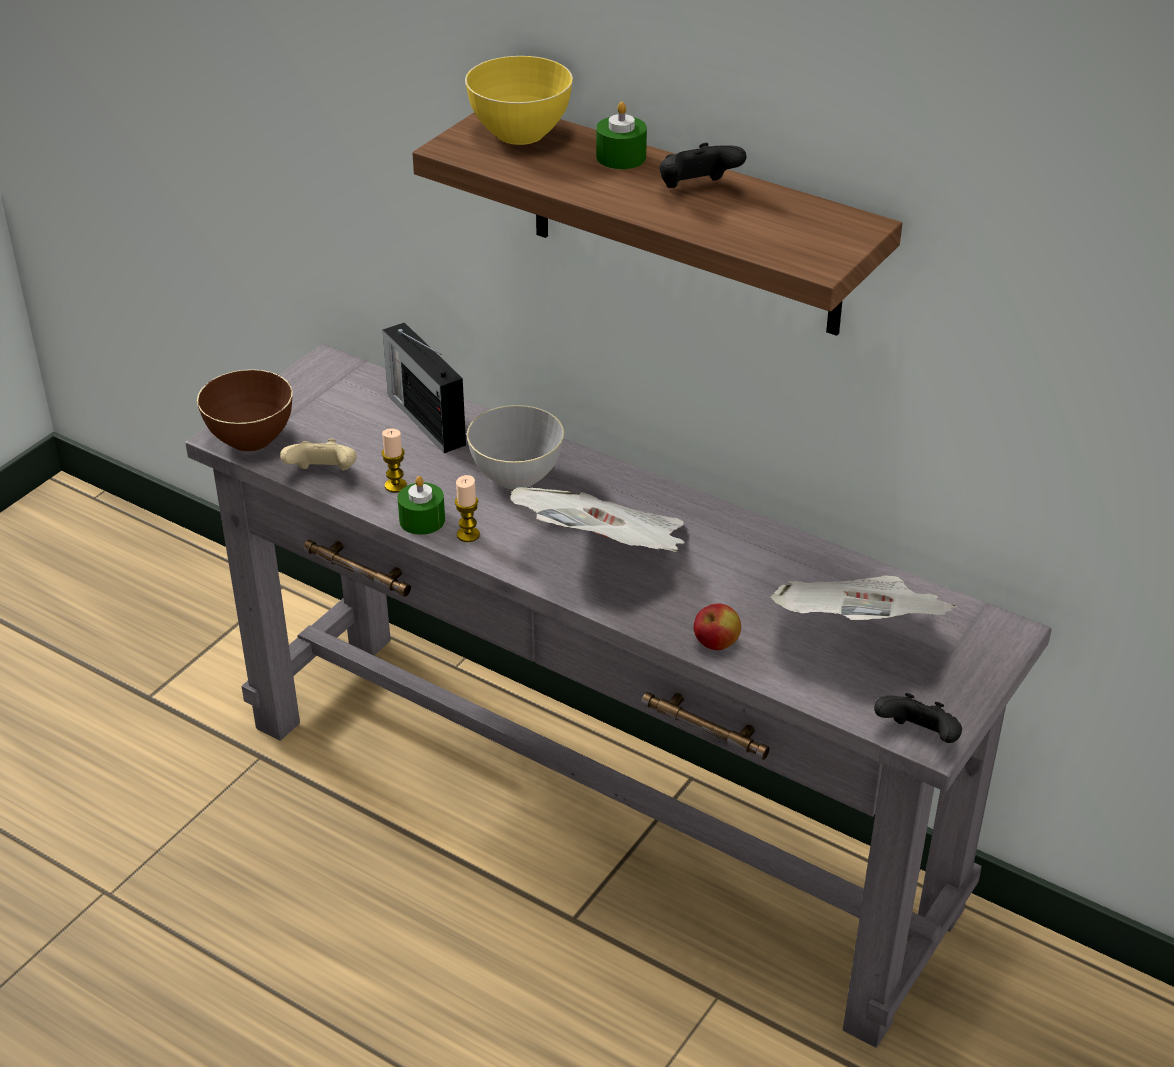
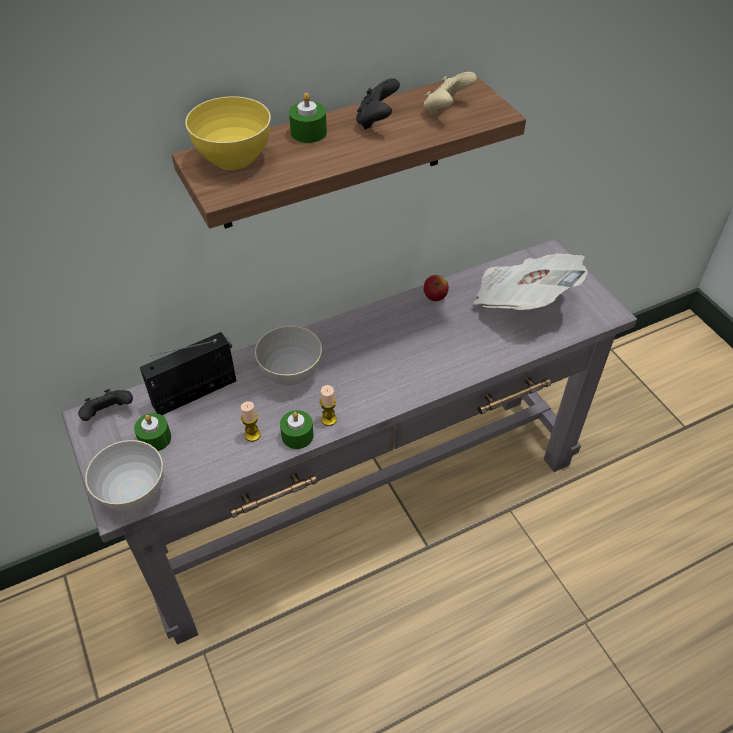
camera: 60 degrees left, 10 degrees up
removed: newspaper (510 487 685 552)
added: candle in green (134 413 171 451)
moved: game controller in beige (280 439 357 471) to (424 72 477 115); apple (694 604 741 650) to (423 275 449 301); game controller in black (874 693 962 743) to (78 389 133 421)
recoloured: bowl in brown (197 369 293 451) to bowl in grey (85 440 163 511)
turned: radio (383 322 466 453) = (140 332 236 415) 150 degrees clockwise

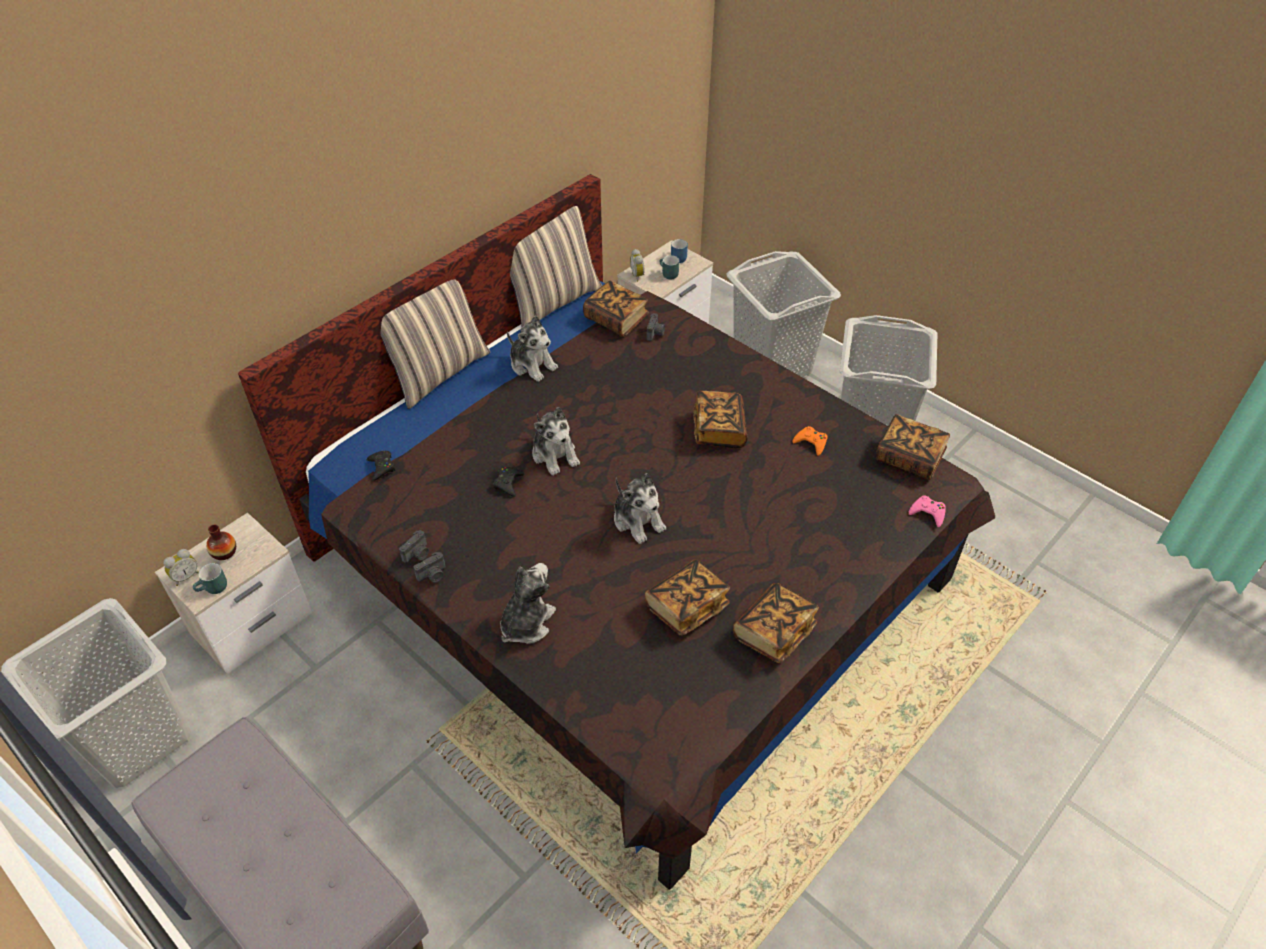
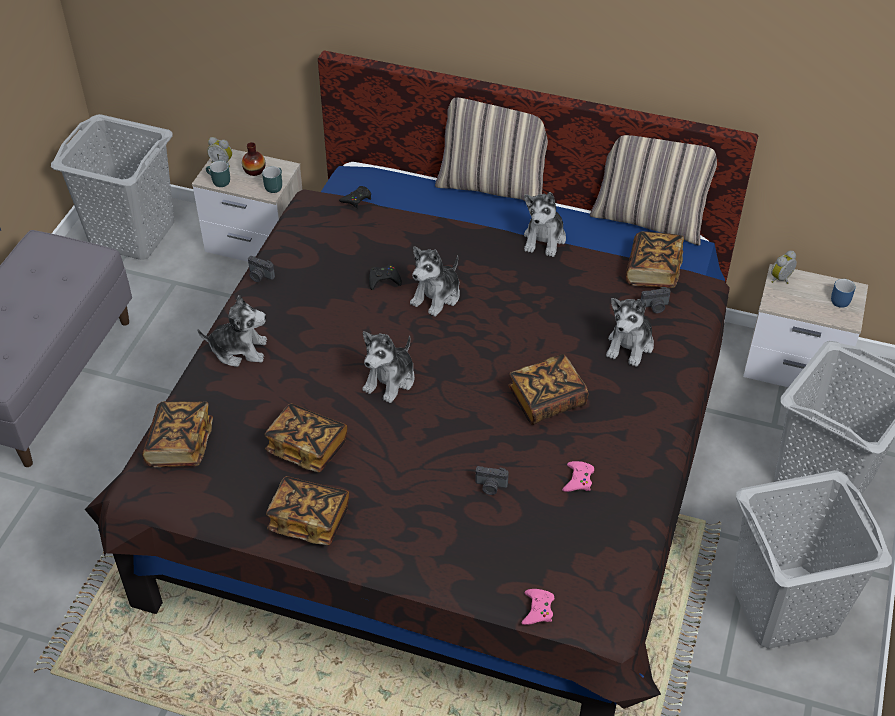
camera: 65 degrees right, 0 degrees up
added: plush toy (606 298 654 367)
moved: mug in turquoise (660 255 679 280) to (262 166 282 193); book (876 414 950 480) to (142 401 213 467); photo camera (399 530 429 563) to (475 466 509 495)
recoloured: game controller in orange (793 426 827 456) to game controller in pink (562 461 594 492)

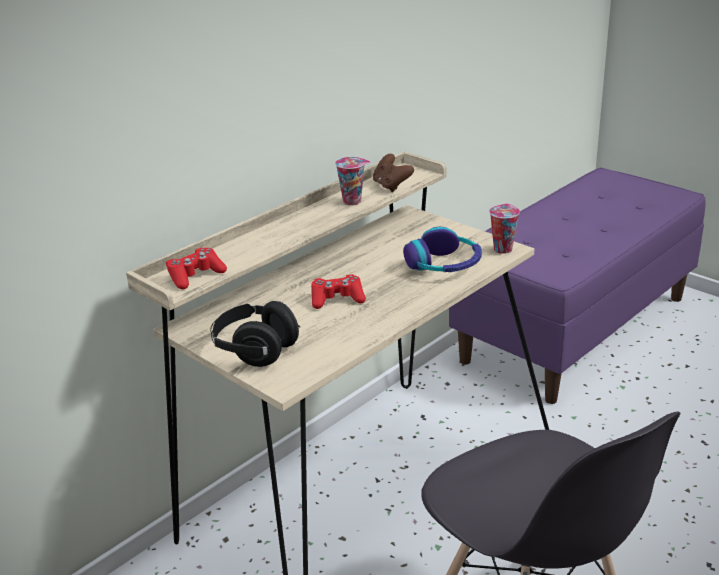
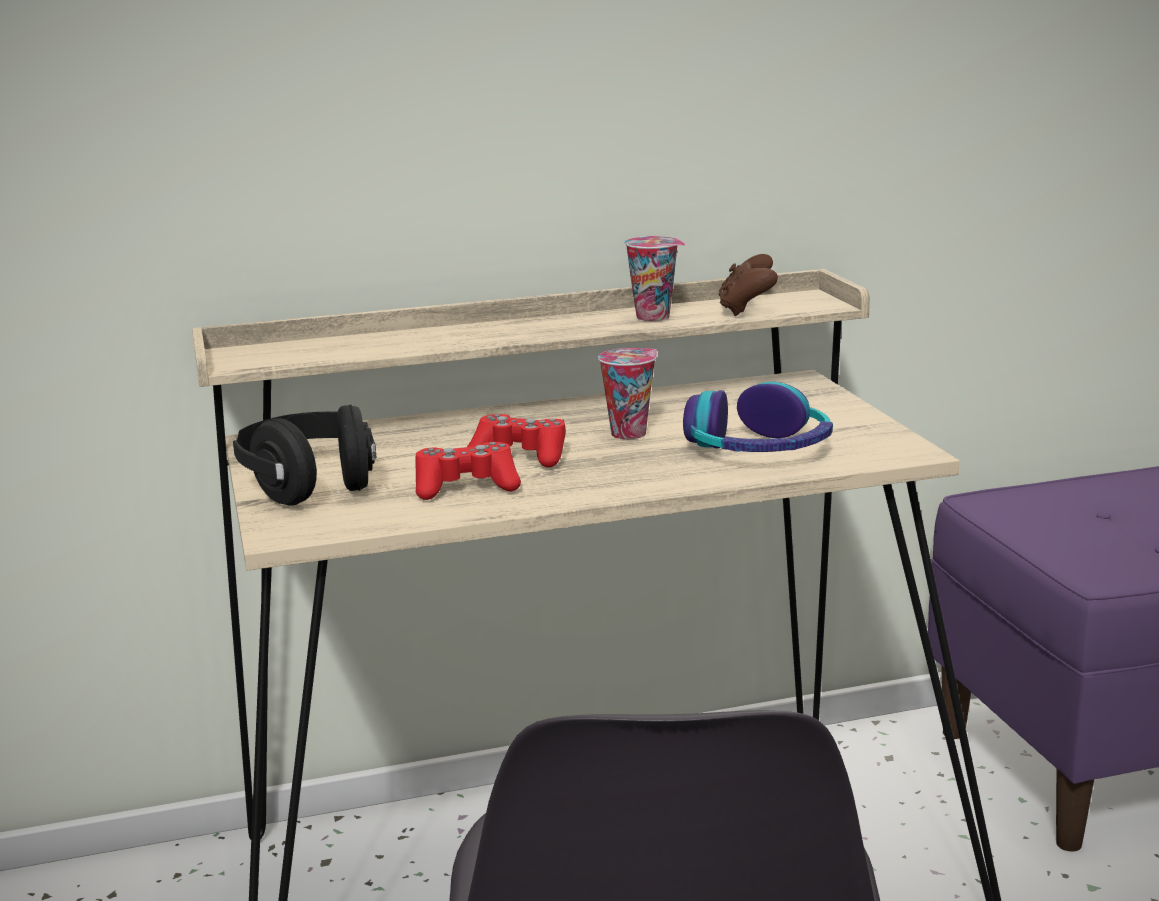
camera: 30 degrees right, 10 degrees down
moved: cup (489 203 520 254) to (598 348 657 439); game controller in red (166 248 227 289) to (415 442 521 500)

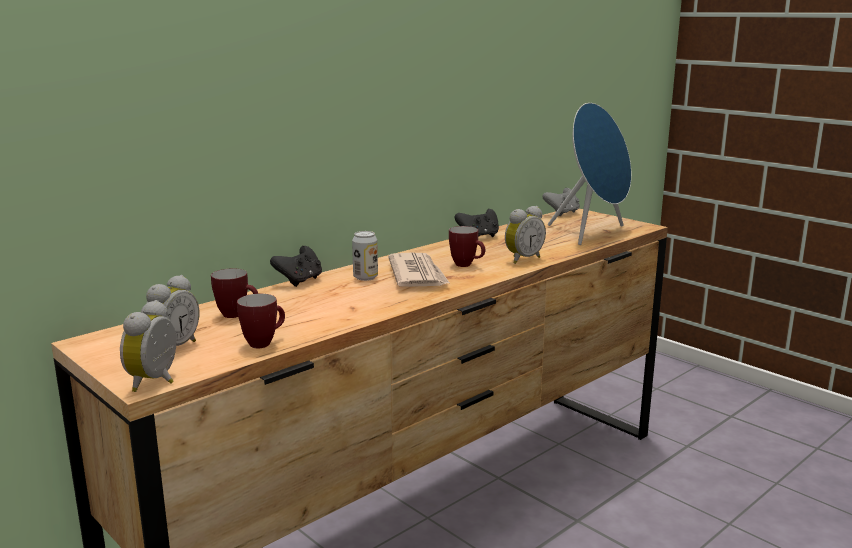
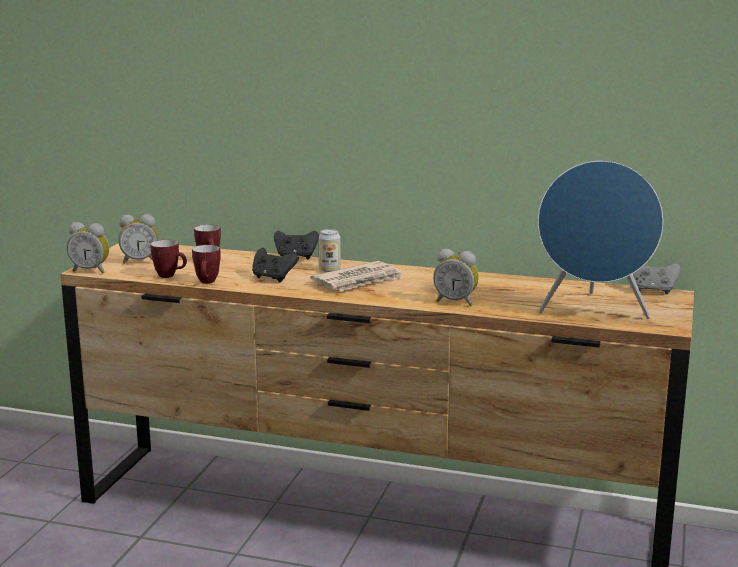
camera: 60 degrees right, 0 degrees up
moved: game controller in black (455 209 499 237) to (252 248 299 282); mug (449 226 485 267) to (192 245 221 284)
turned: alarm clock (120 300 176 392) = (67 222 109 274) 150 degrees counterclockwise

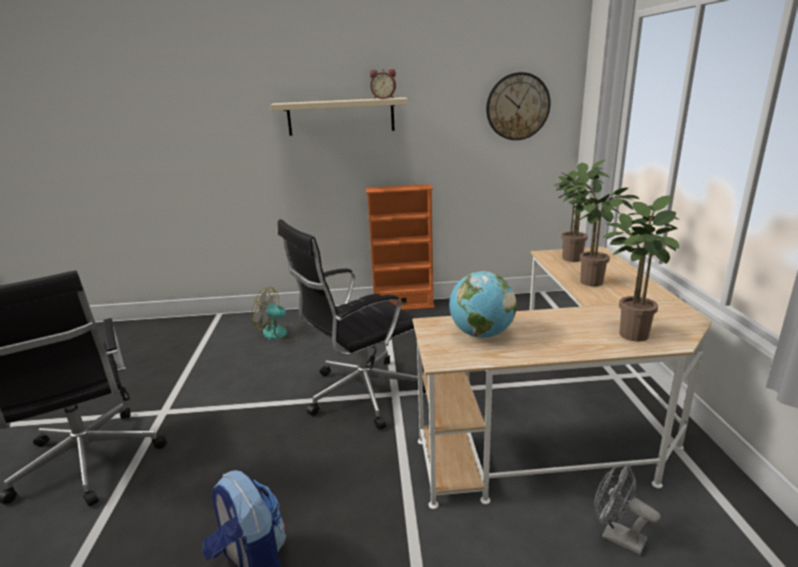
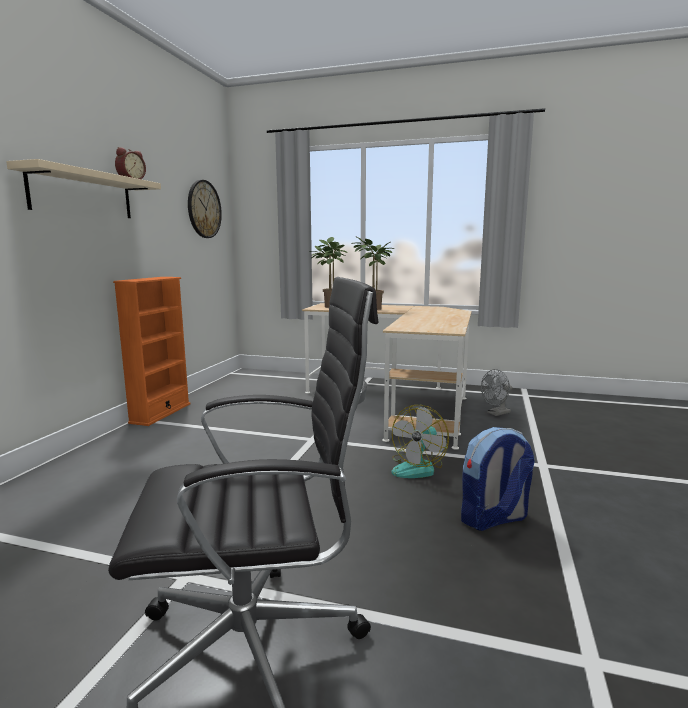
camera: 70 degrees left, 10 degrees down
removed: potted plant (603 195 680 342); office chair in black (278 219 426 429); globe (449 271 517 338)
moved: fan (251 287 304 341) to (392 405 449 478)

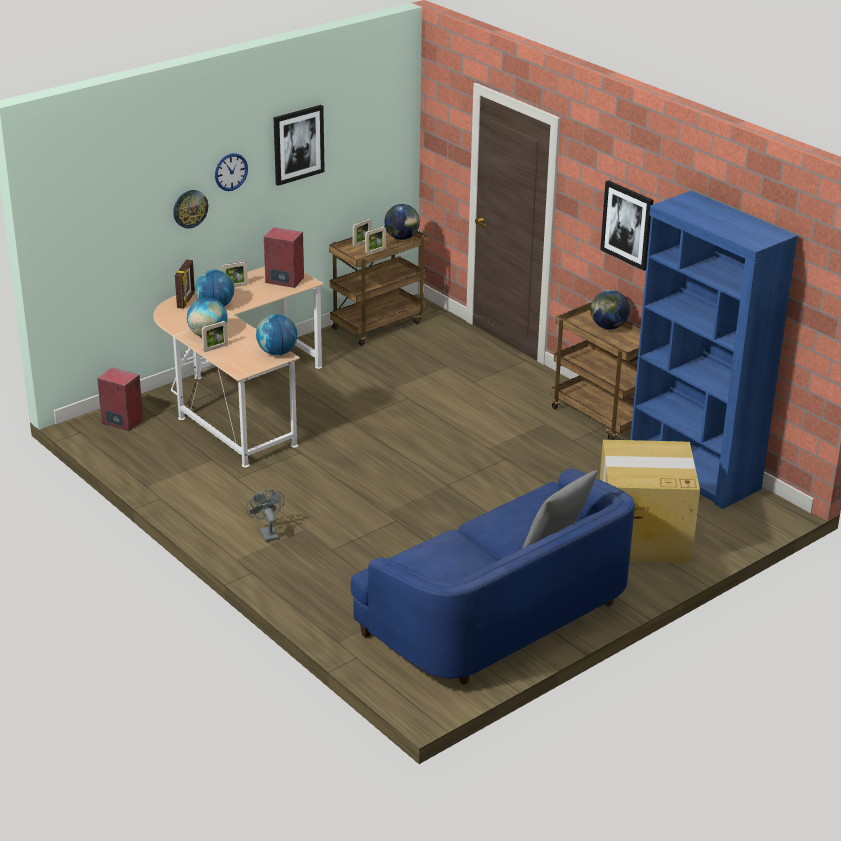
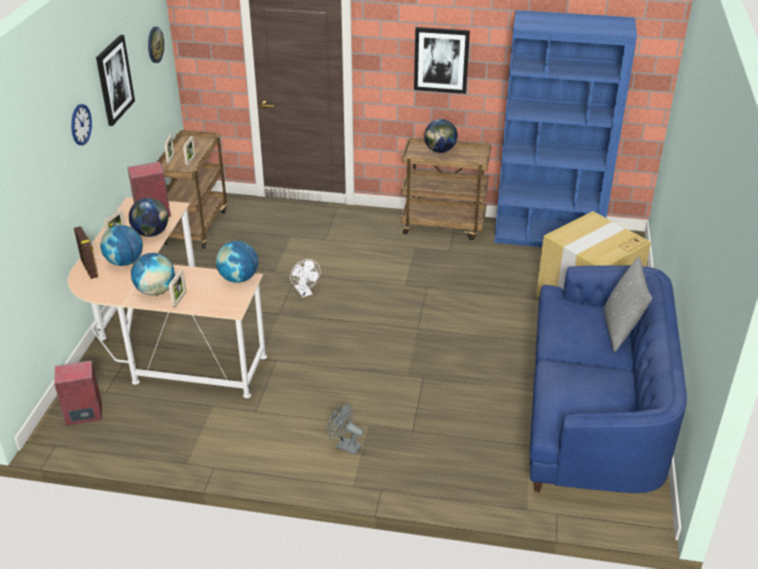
camera: 40 degrees left, 5 degrees up
added: fan in white (290 259 321 297)
moved: wall clock (173 190 208 229) to (148 27 164 63); globe (384 204 420 240) to (129 198 168 237)

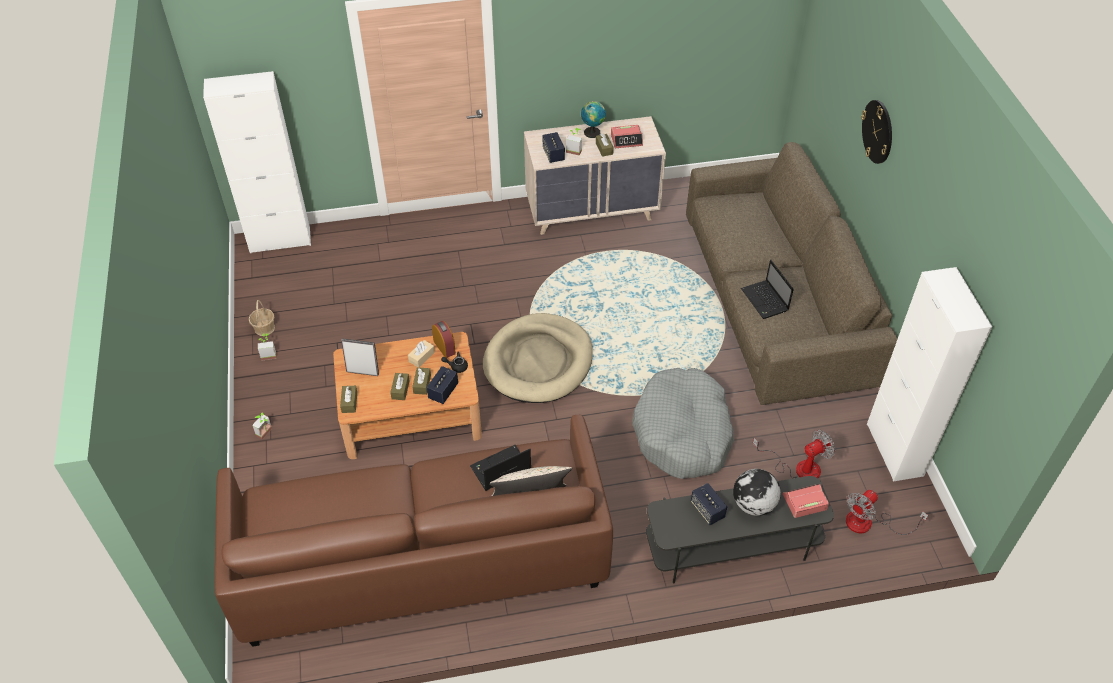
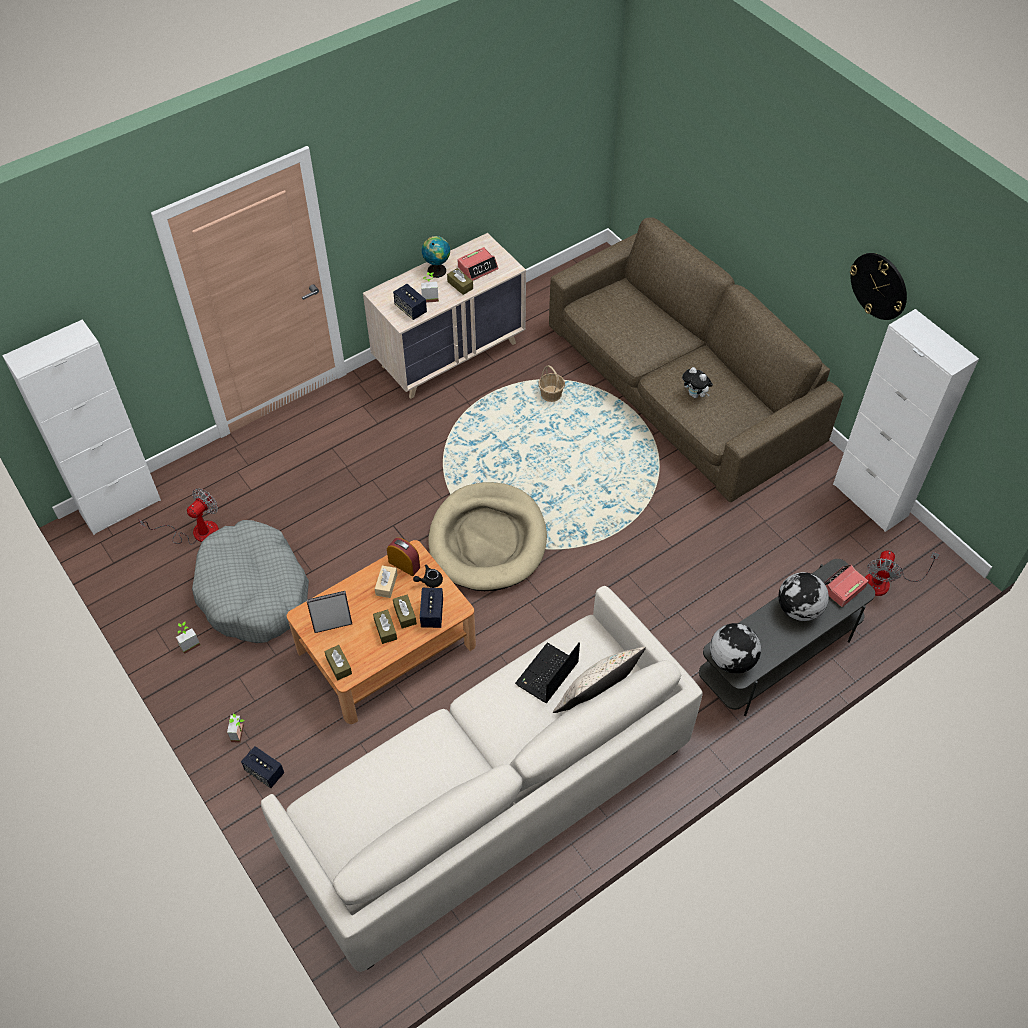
camera: 25 degrees left, 5 degrees up
added: globe (710 623 761 674)
moved: wall clock (861 100 892 164) to (850 253 907 320); basket (249 300 275 336) to (539 365 565 402); dog bed in grey (632 368 734 479) to (192 520 309 643); fan (753 430 835 478) to (138 488 219 545); speaker (691 483 727 525) to (241 746 284 788)
replaced: laptop (741 260 794 319) to plush toy (682 367 713 398)
recoloured: sofa in brown (215 415 613 647) to sofa in white (261 586 703 972)

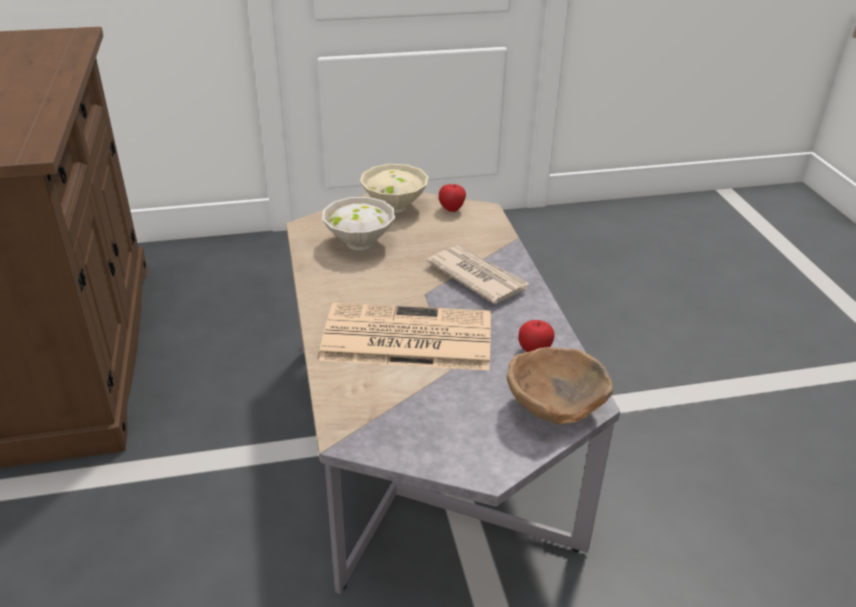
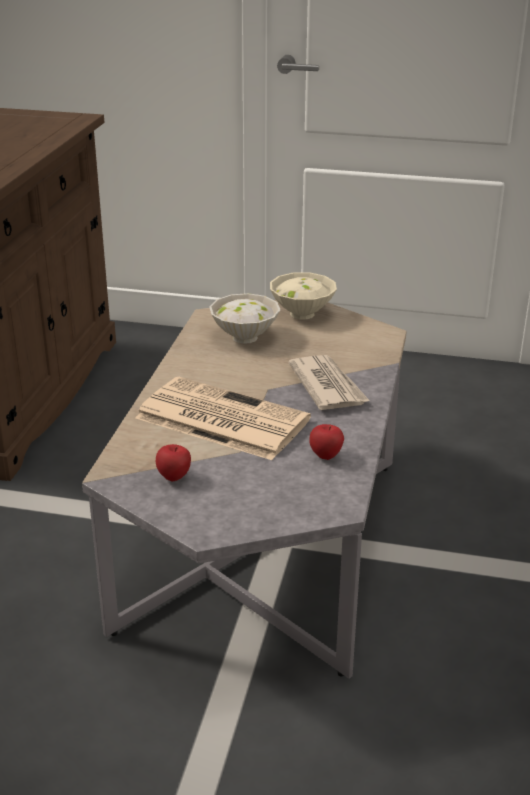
camera: 25 degrees right, 5 degrees down
removed: bowl in brown (507 347 613 424)
moved: apple (439 184 466 212) to (156 444 191 482)

